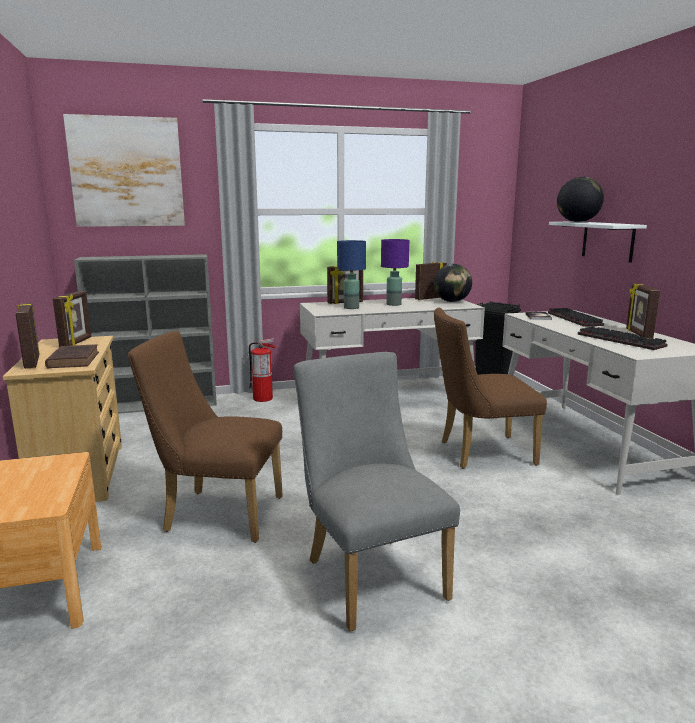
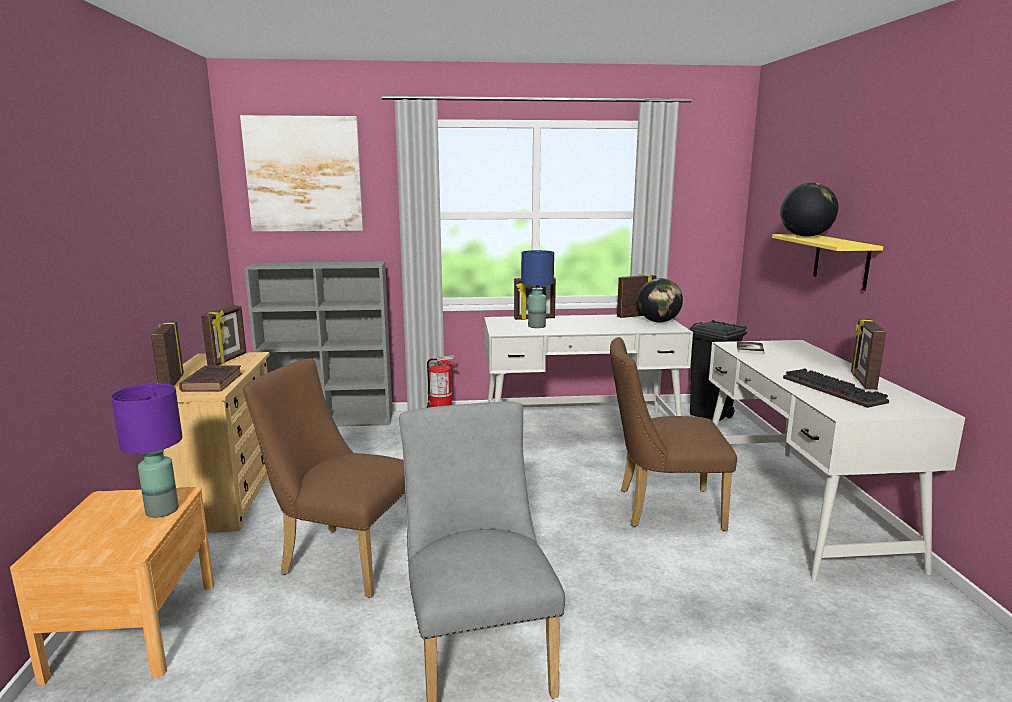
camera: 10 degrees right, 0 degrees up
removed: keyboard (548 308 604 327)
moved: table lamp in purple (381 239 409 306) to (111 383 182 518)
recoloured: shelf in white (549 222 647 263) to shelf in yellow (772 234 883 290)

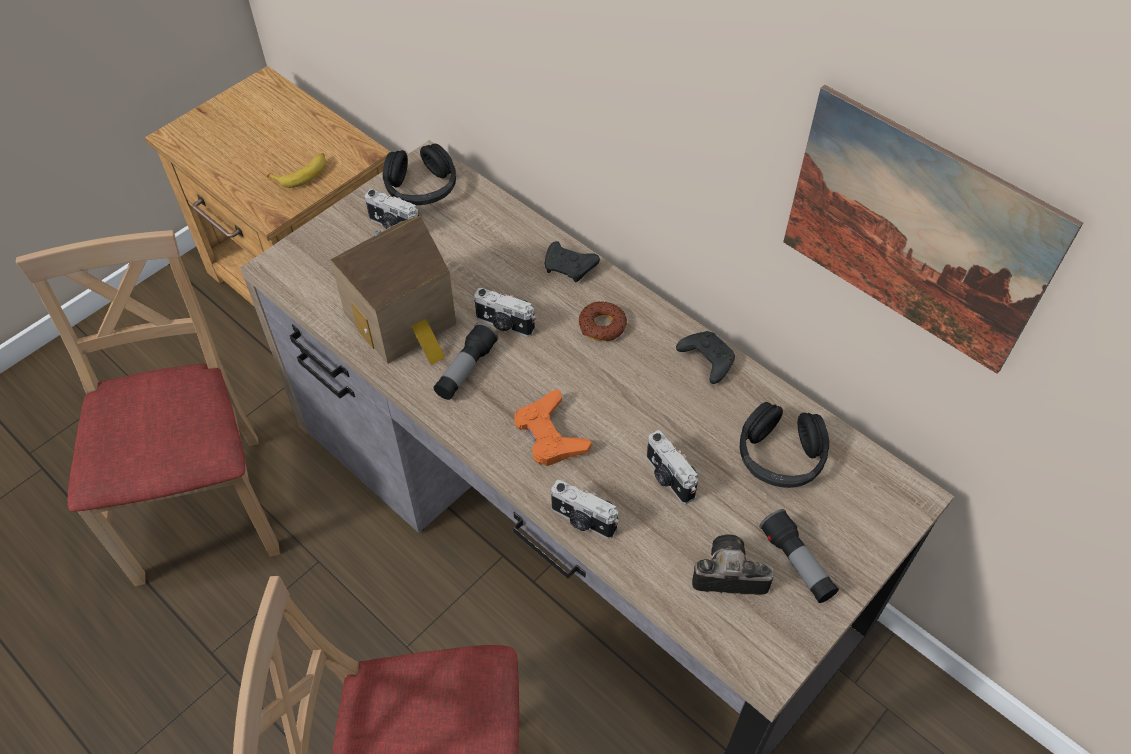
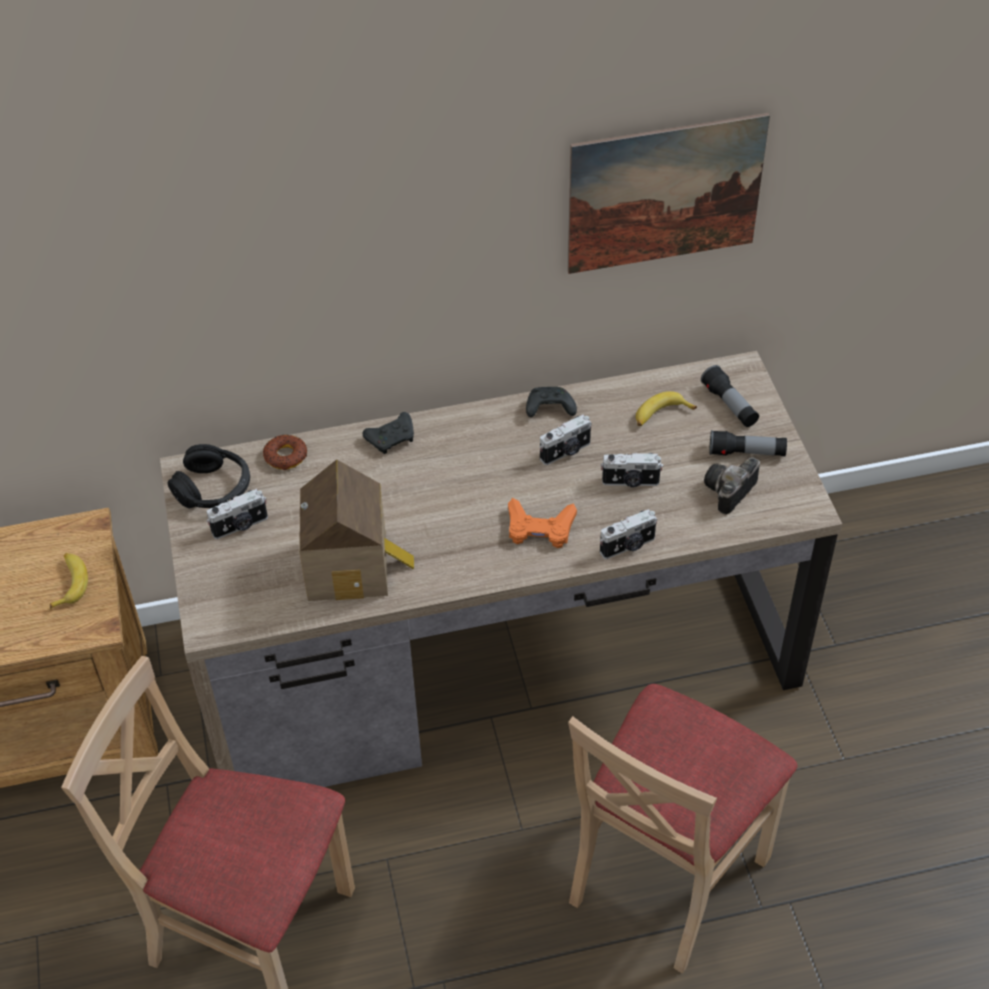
camera: 55 degrees left, 5 degrees down
moved: photo camera (474 288 535 337) to (539 415 592 465); donut (579 301 627 341) to (263 435 308 470); flashlight (434 323 498 400) to (701 365 759 427)
replaced: headphones in black (740 402 829 488) to banana (636 391 697 426)

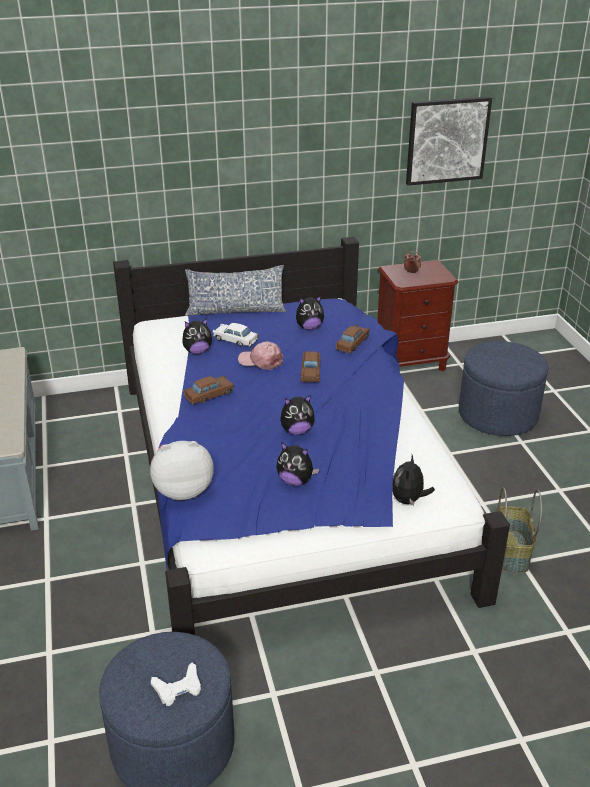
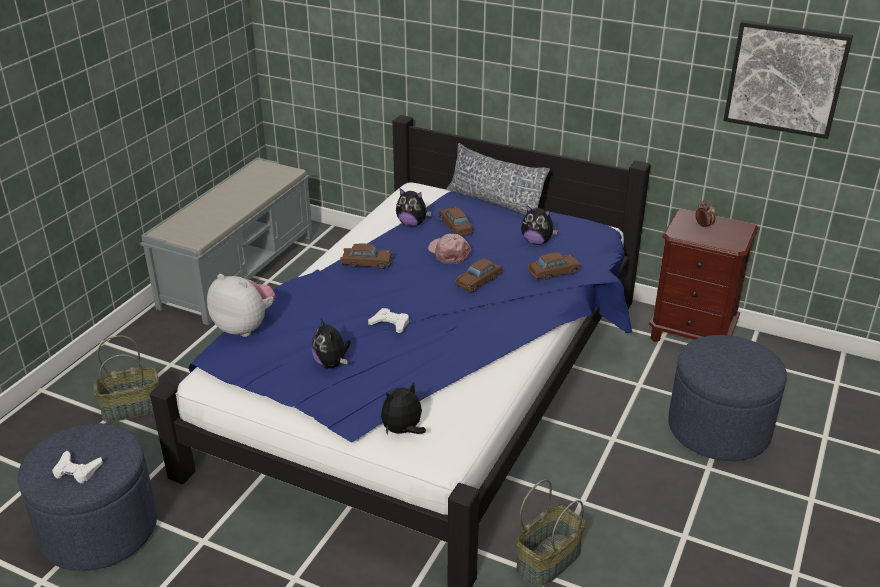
camera: 40 degrees right, 0 degrees up
added: basket (93 335 159 422)
replaced: plush toy (281 395 315 435) to game controller in white (368 308 409 333)
recoloured: toy car in white (213 323 258 347) to toy car in brown (439 206 473 236)

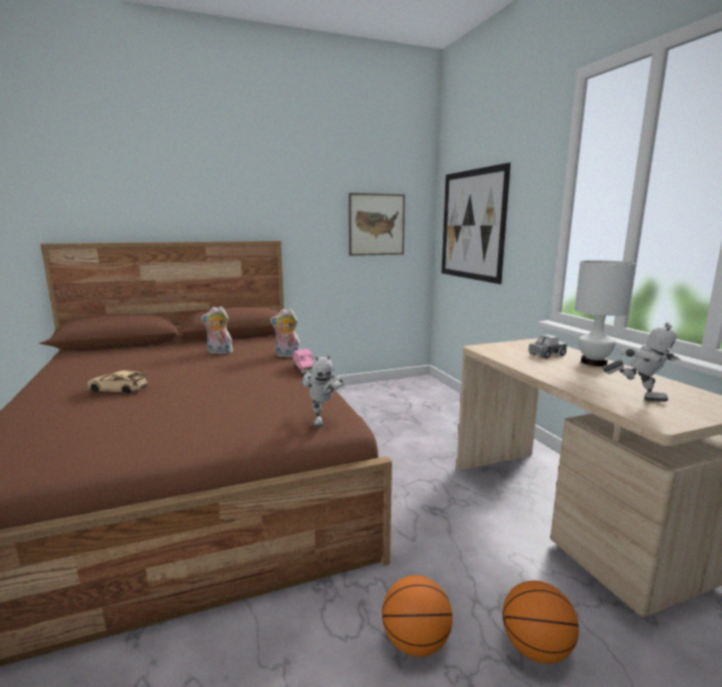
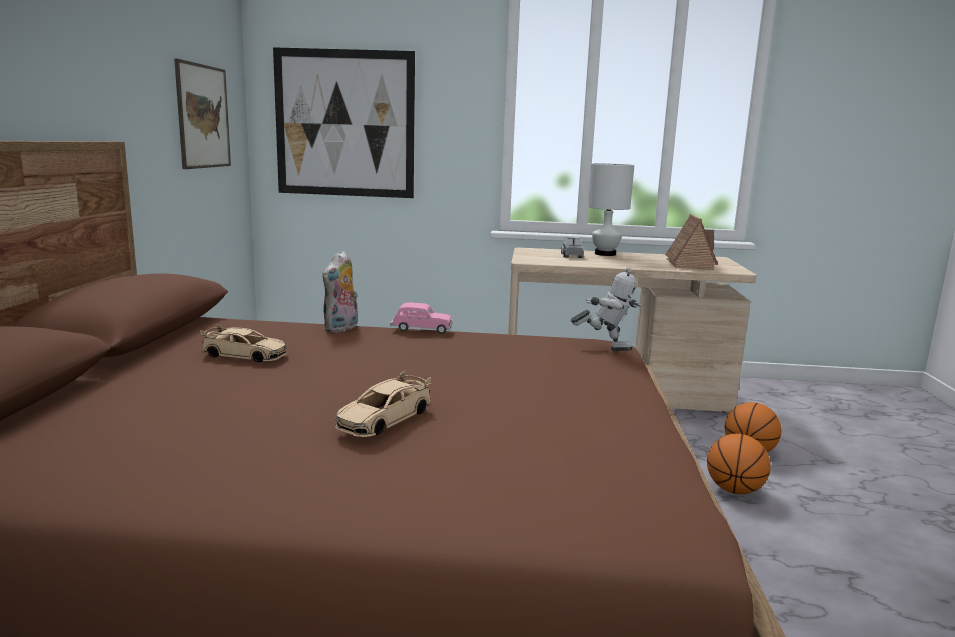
camera: 65 degrees left, 0 degrees up
replaced: plush toy (201 306 233 354) to toy car in beige (200 324 287 363); toy robot (603 322 680 402) to toy house (665 214 718 270)

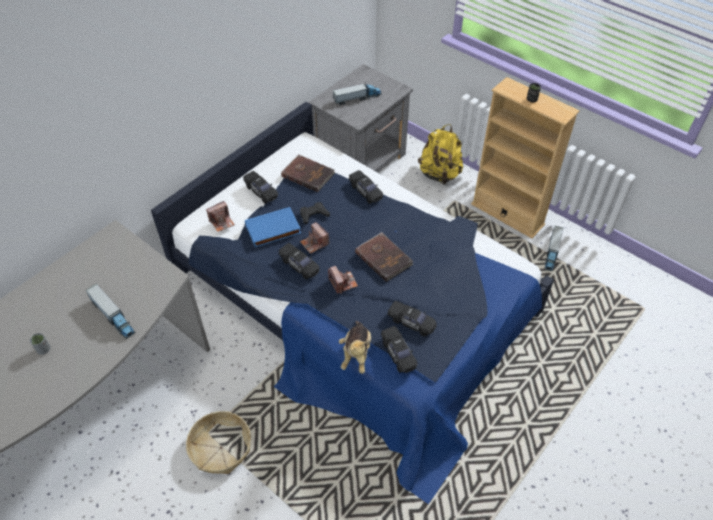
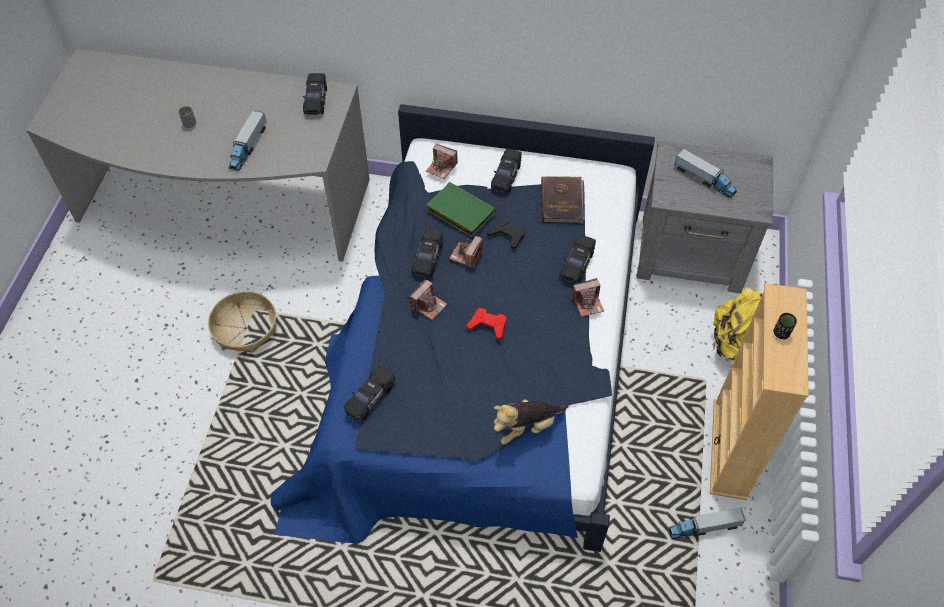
camera: 60 degrees right, 5 degrees up
added: photo camera (572 278 604 317)
moved: toy car in black (387 301 437 337) to (303 73 327 115); plush toy (339 321 371 374) to (494 399 567 444)
replaced: book in brown (355 232 413 282) to game controller in red (466 308 506 340)
recoloured: book in blue (245 207 301 247) to book in green (426 182 496 237)

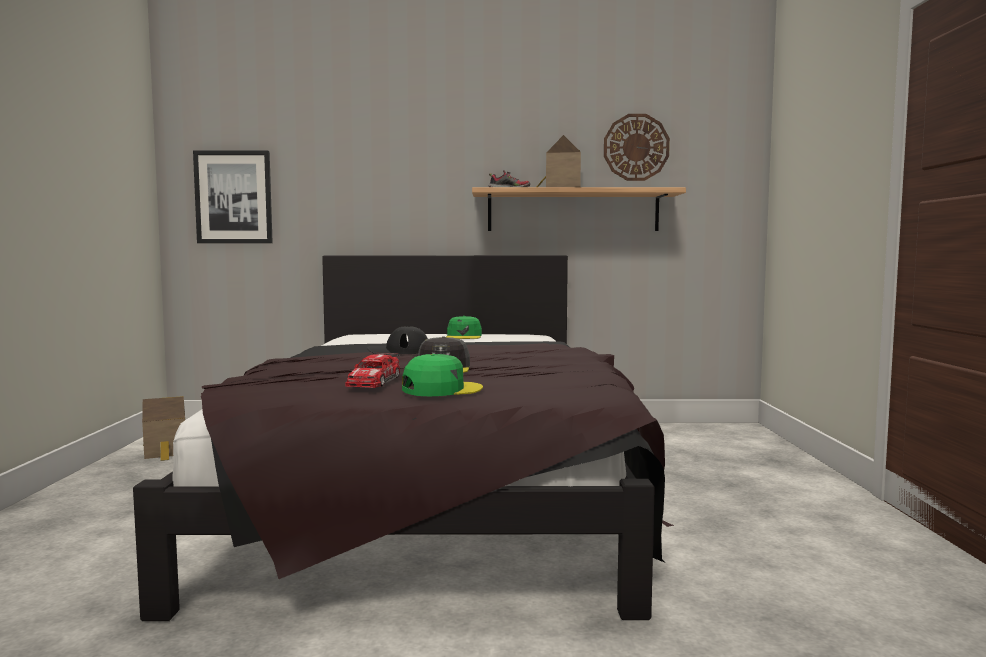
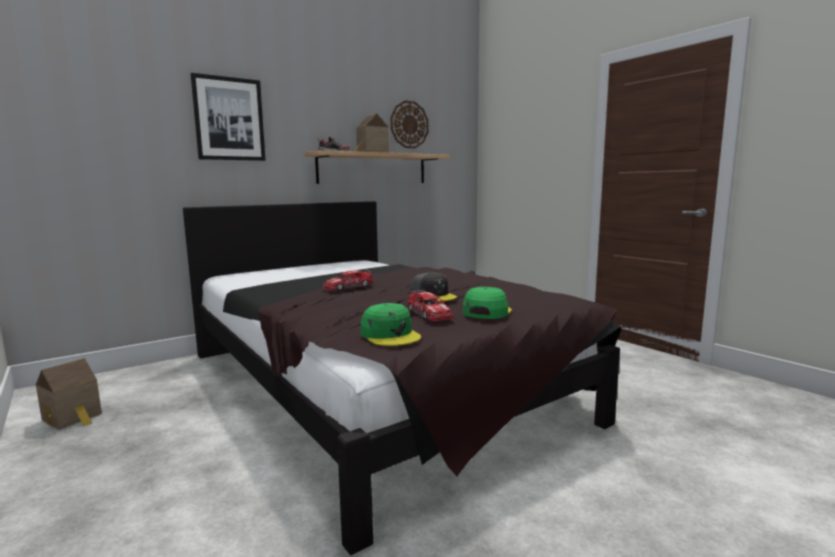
camera: 35 degrees left, 5 degrees up
moved: picture (193 151 273 243) to (191 73 266 161); cap in green (446 316 482 339) to (361 303 421 346)
replaced: cap in black (367 326 428 354) to toy car (323 270 373 290)

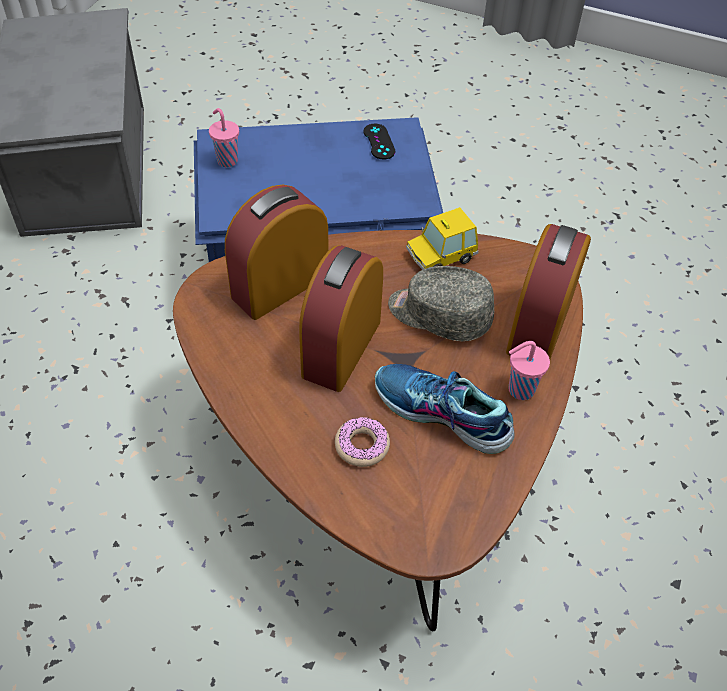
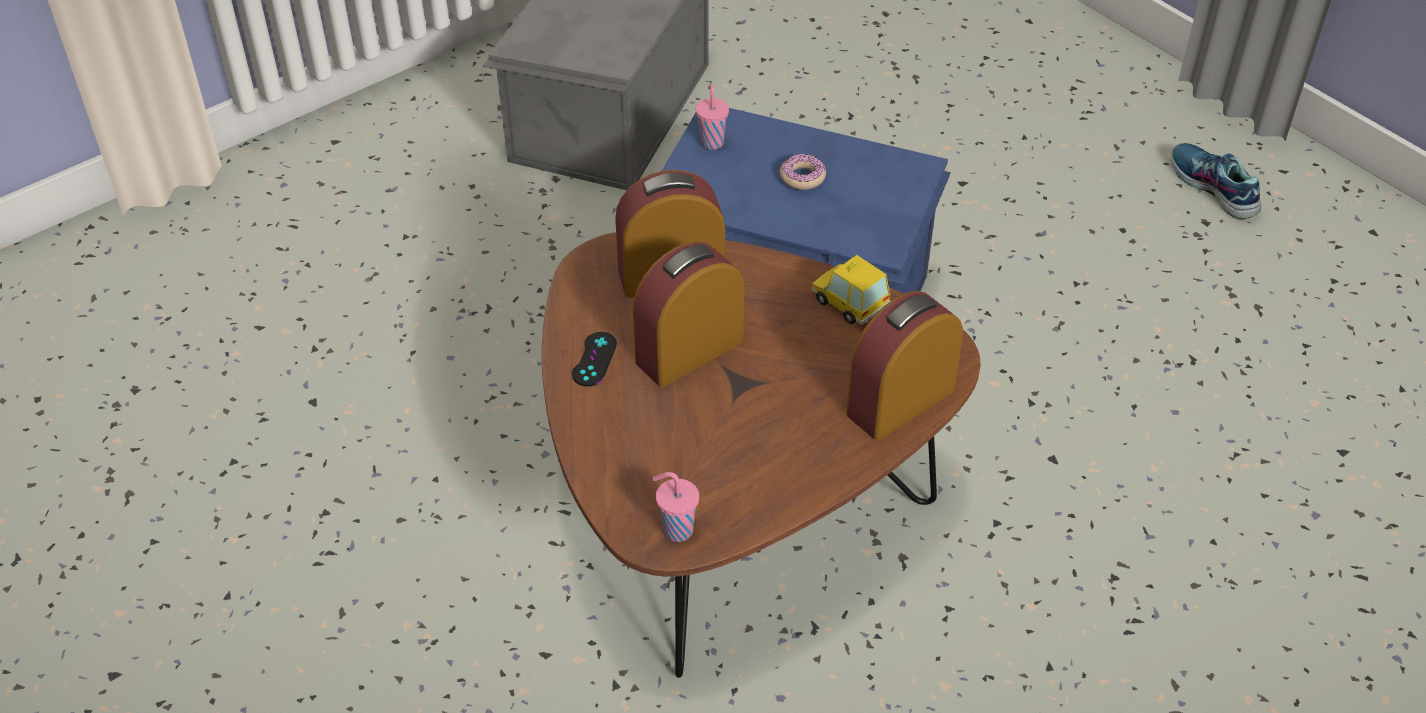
camera: 30 degrees right, 5 degrees down
removed: cap in grey (388 266 494 341)
moved: game controller in black (363 124 396 160) to (572 332 617 387); cup in pink (509 341 550 400) to (652 472 699 542); shoe (375 364 514 454) to (1171 143 1261 219); donut (335 417 390 467) to (780 154 826 190)
turned: toy car (406 207 479 270) = (811 255 891 325) 45 degrees clockwise

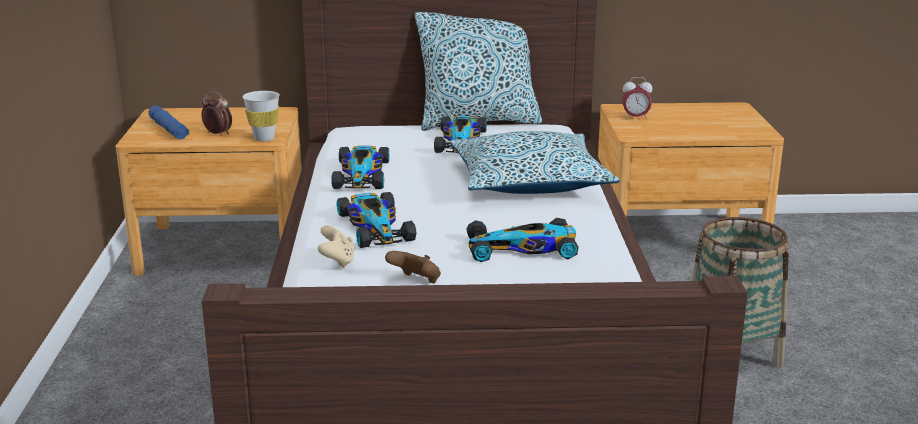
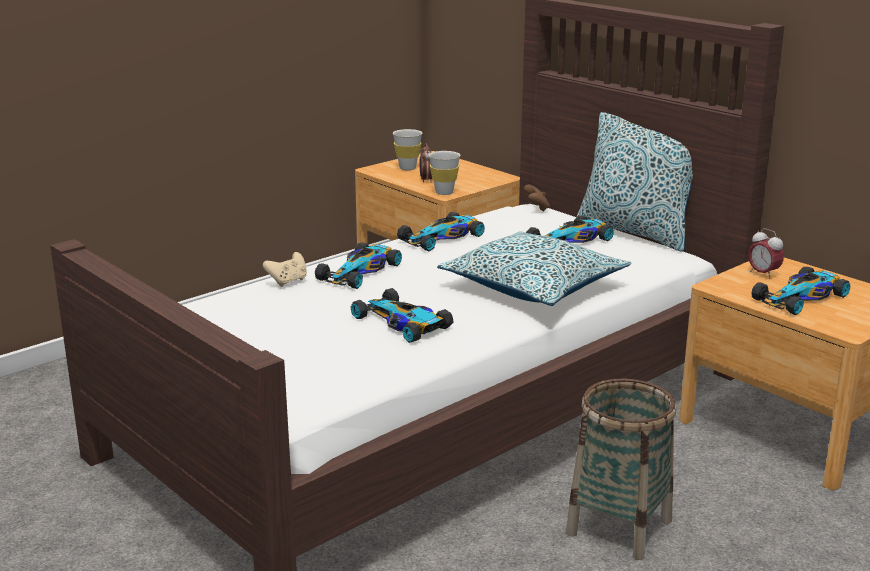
camera: 50 degrees right, 0 degrees up
added: toy car (752 267 850 315)
moved: game controller in brown (385 251 441 284) to (524 184 550 212)
replaced: flashlight in blue (149 106 189 139) to cup in white (393 129 422 170)

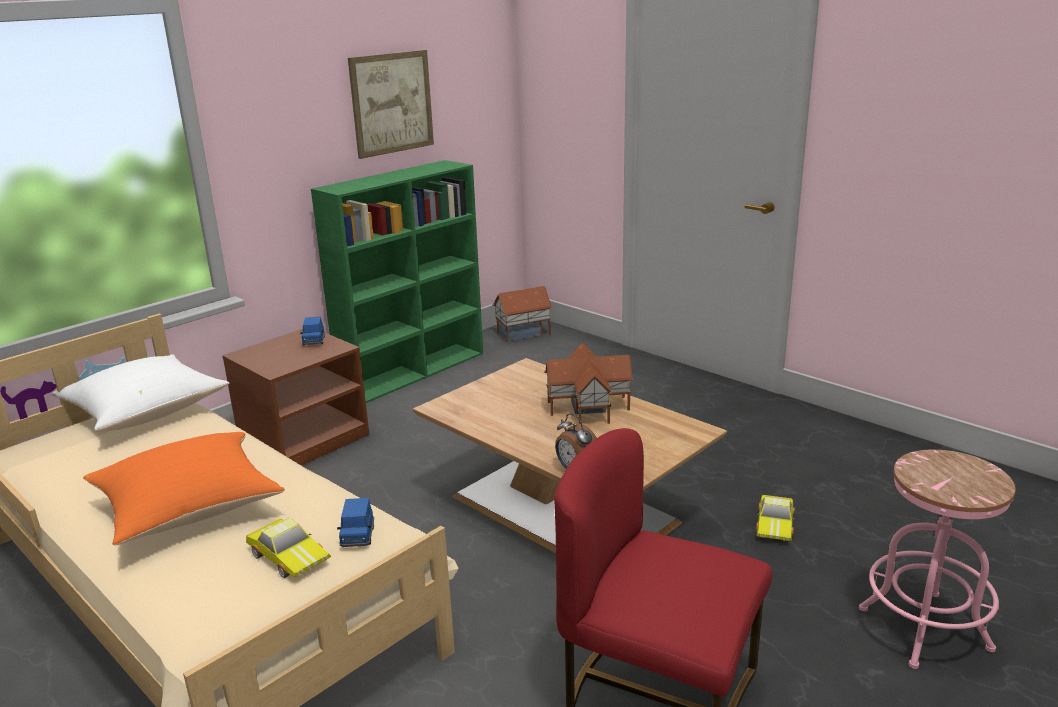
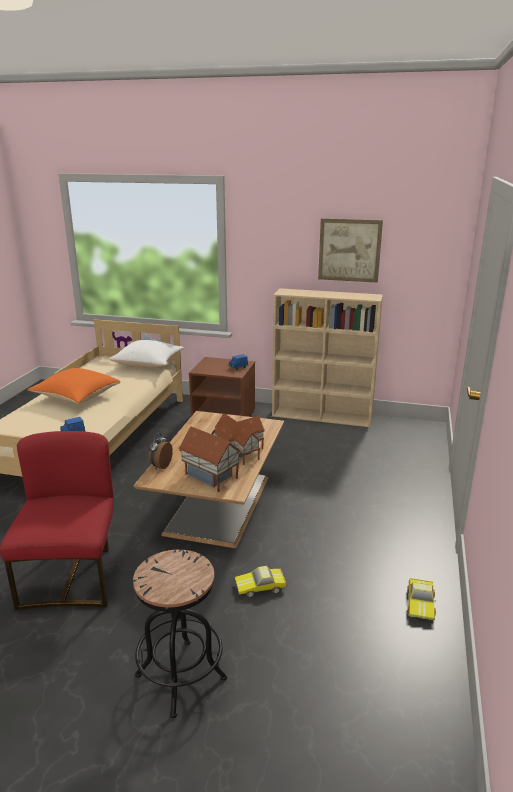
camera: 60 degrees right, 0 degrees up
moved: toy house (493 286 553 342) to (178 427 242 492); toy car (246 518 331 578) to (407 578 436 620)
recoloured: bookcase in green (311 160 483 403) to bookcase in beige (272 288 383 427); stool in pink (859 449 1016 669) to stool in black (133 549 227 718)

